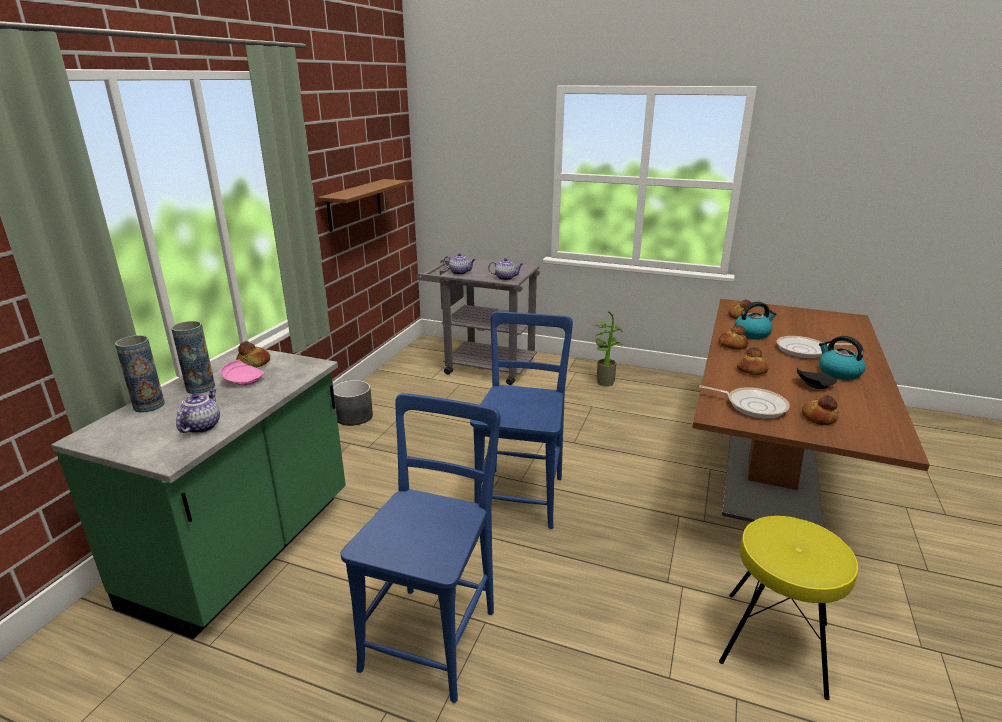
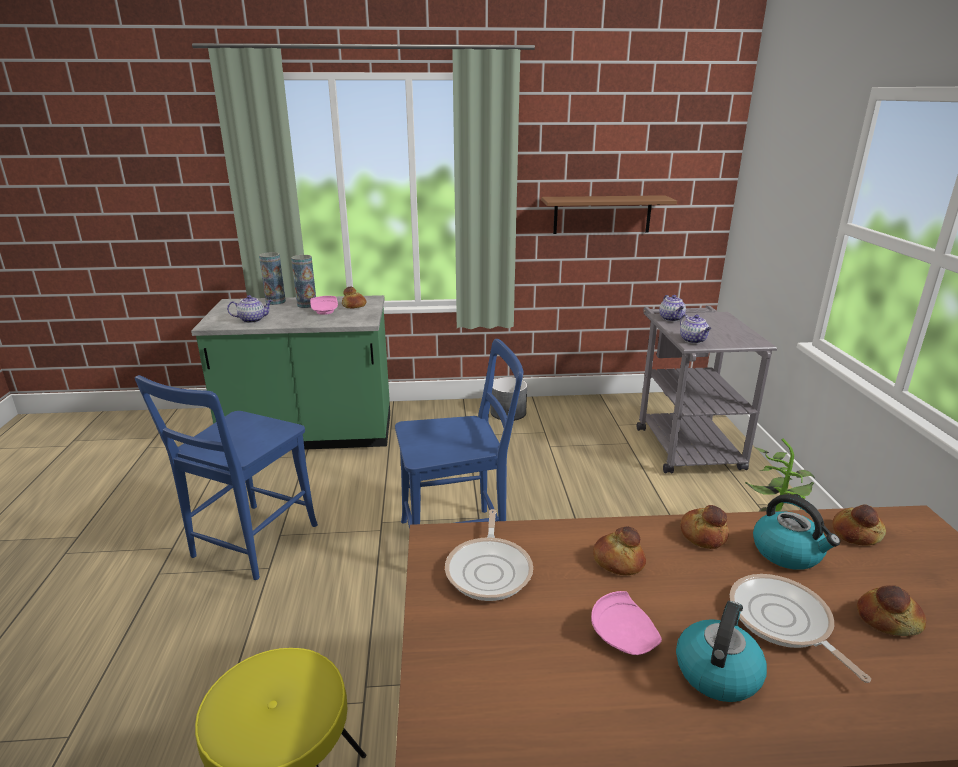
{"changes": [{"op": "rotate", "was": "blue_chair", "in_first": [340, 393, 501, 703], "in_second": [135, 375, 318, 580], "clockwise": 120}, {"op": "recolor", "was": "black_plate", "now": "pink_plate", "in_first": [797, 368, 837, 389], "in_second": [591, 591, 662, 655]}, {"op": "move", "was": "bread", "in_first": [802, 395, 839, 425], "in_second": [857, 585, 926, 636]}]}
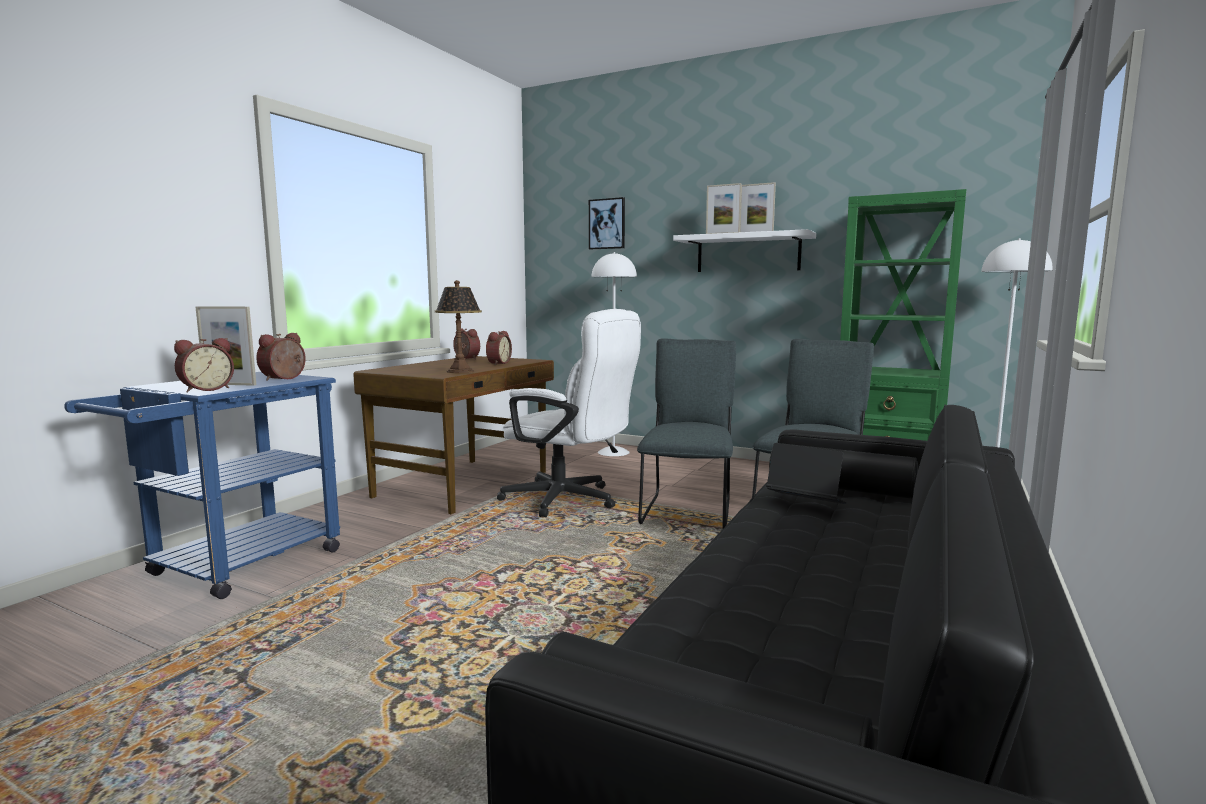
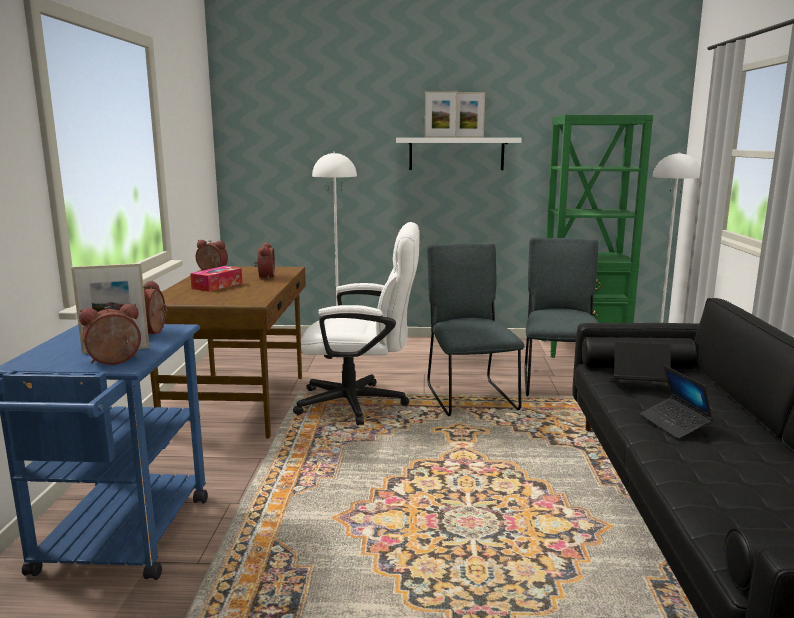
{"changes": [{"op": "rotate", "was": "alarm_clock", "in_first": [174, 338, 234, 393], "in_second": [79, 303, 141, 365], "clockwise": -135}, {"op": "insert", "now": "tissue_box", "in_second": [190, 266, 242, 292]}, {"op": "insert", "now": "laptop", "in_second": [639, 365, 713, 439]}, {"op": "delete", "was": "table_lamp", "in_first": [435, 280, 482, 373]}, {"op": "delete", "was": "picture", "in_first": [589, 197, 625, 249]}]}
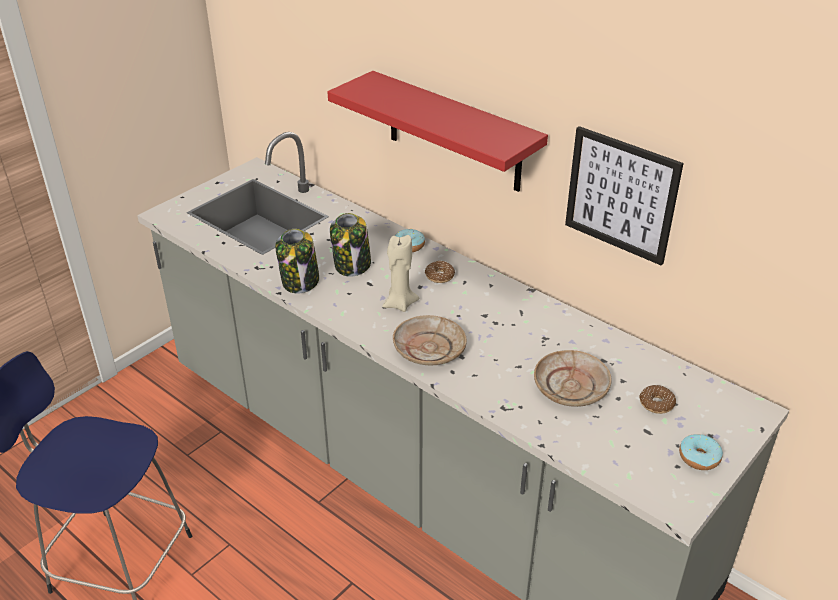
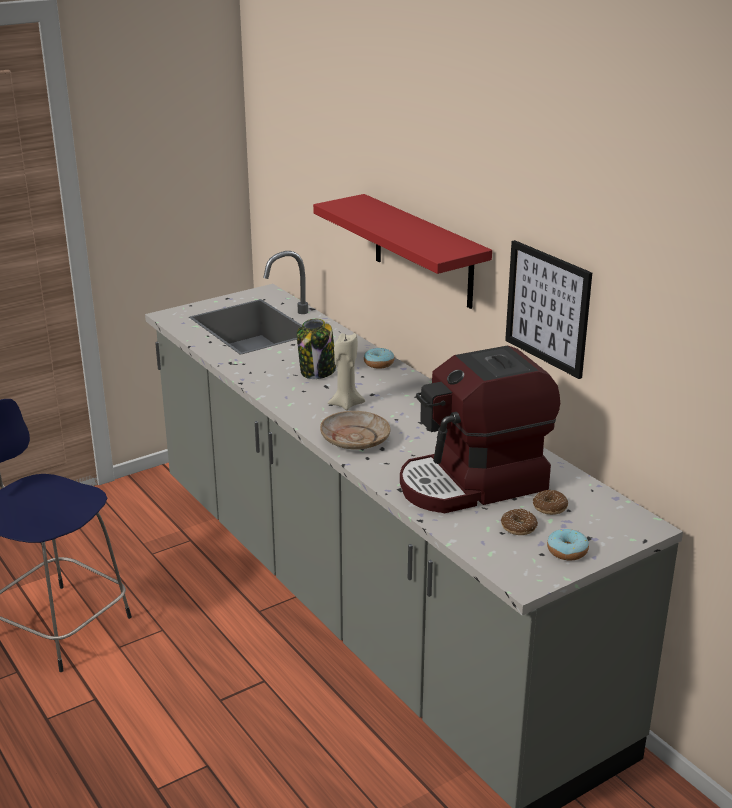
{"changes": [{"op": "replace", "was": "beige_plate", "now": "coffee_machine", "in_first": [534, 350, 611, 407], "in_second": [400, 346, 560, 513]}, {"op": "move", "was": "donut", "in_first": [425, 261, 455, 283], "in_second": [501, 509, 538, 535]}, {"op": "delete", "was": "jar", "in_first": [275, 229, 319, 294]}]}
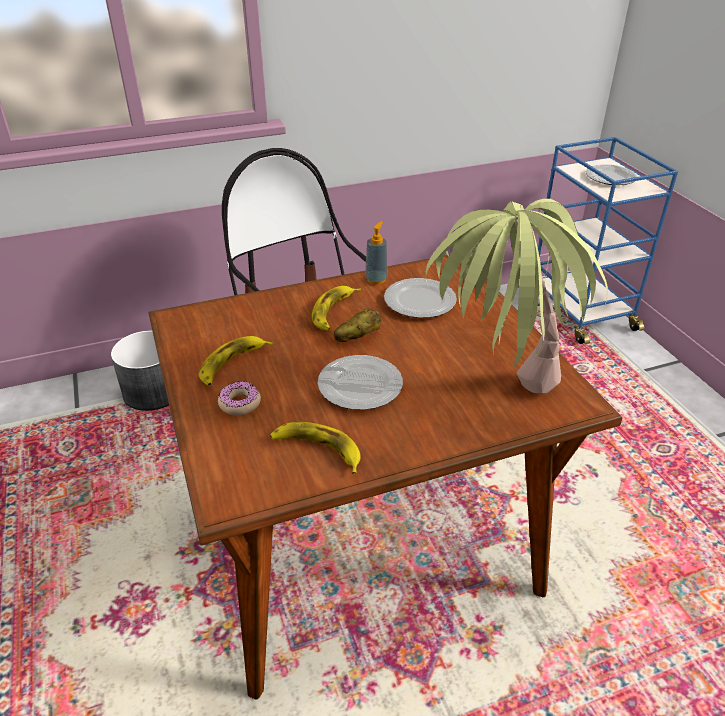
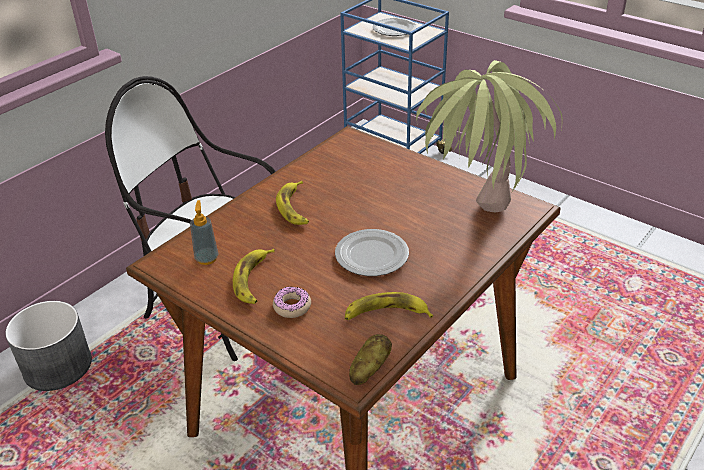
{"changes": [{"op": "move", "was": "soap_dispenser", "in_first": [365, 221, 388, 285], "in_second": [190, 200, 219, 265]}, {"op": "move", "was": "potato", "in_first": [334, 308, 382, 342], "in_second": [349, 334, 392, 385]}, {"op": "delete", "was": "plate", "in_first": [384, 278, 457, 318]}]}
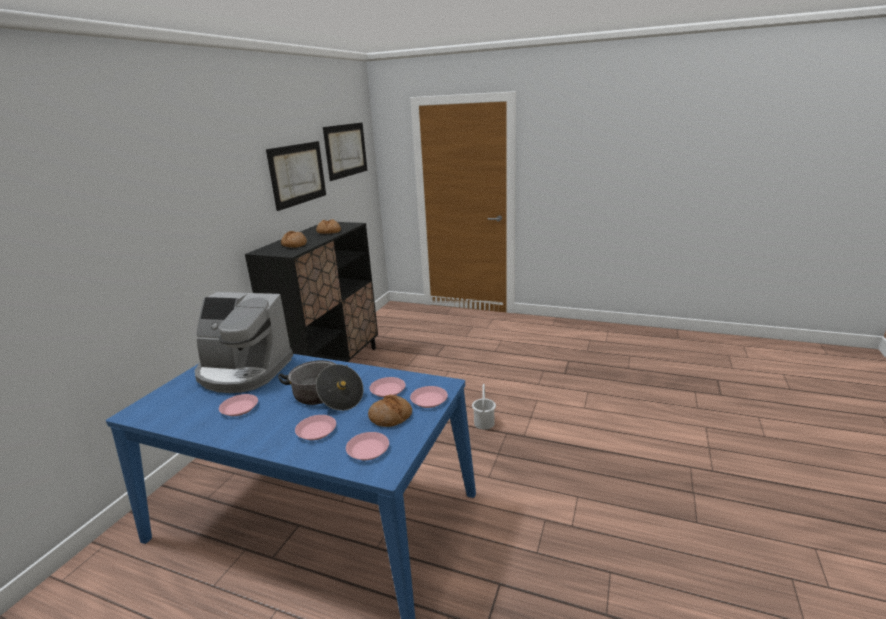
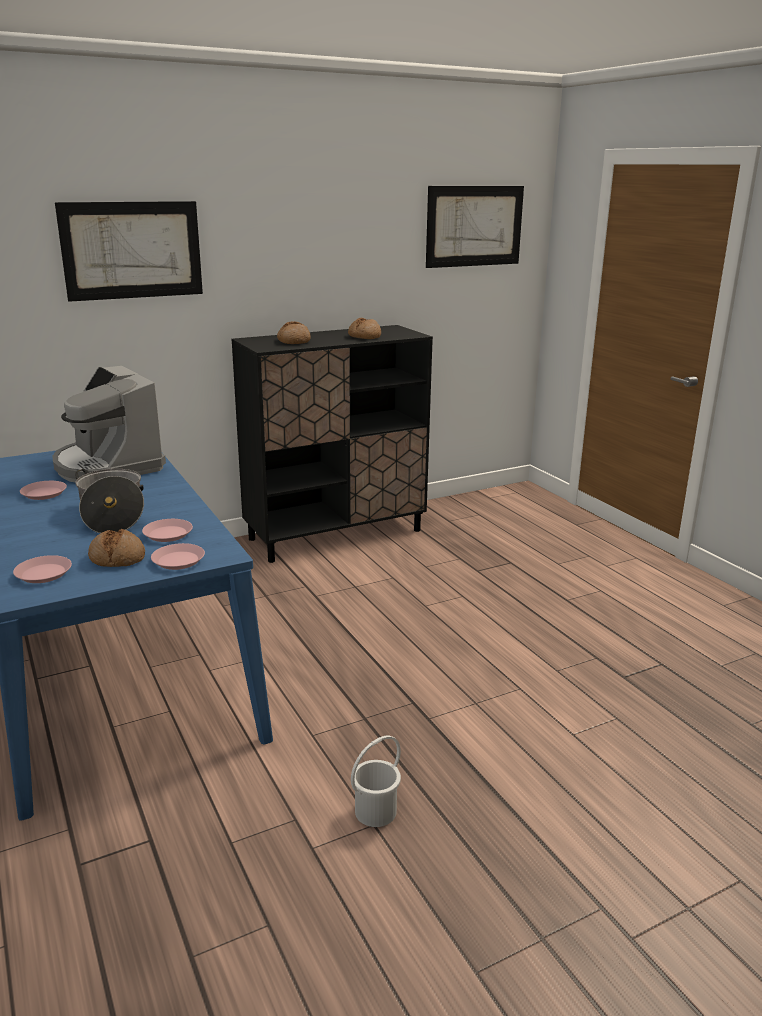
{"changes": [{"op": "move", "was": "picture", "in_first": [266, 141, 326, 211], "in_second": [55, 201, 203, 302]}, {"op": "move", "was": "white_bucket", "in_first": [472, 384, 496, 430], "in_second": [351, 736, 401, 827]}, {"op": "delete", "was": "pink_plate", "in_first": [295, 415, 336, 440]}]}
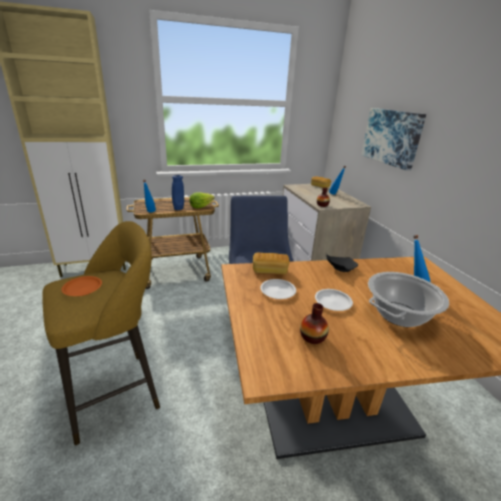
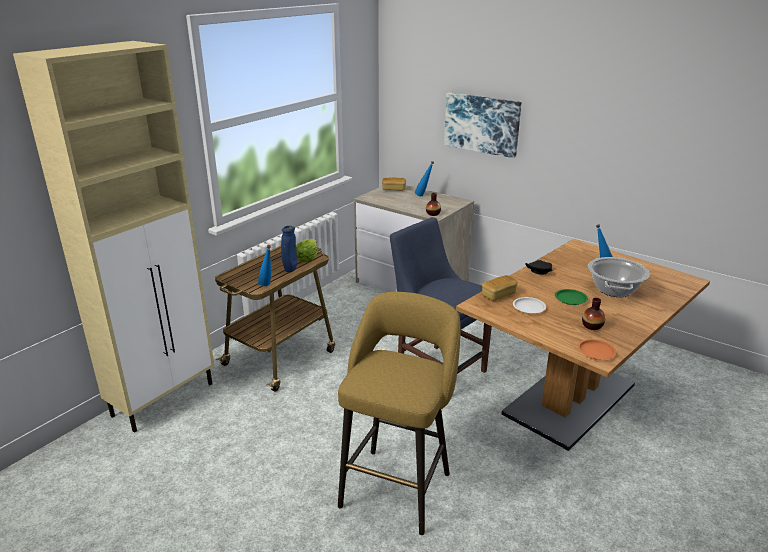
{"changes": [{"op": "recolor", "was": "white_plate", "now": "green_plate", "in_first": [315, 289, 353, 311], "in_second": [555, 289, 588, 305]}, {"op": "move", "was": "orange_plate", "in_first": [61, 276, 102, 296], "in_second": [578, 339, 616, 360]}]}
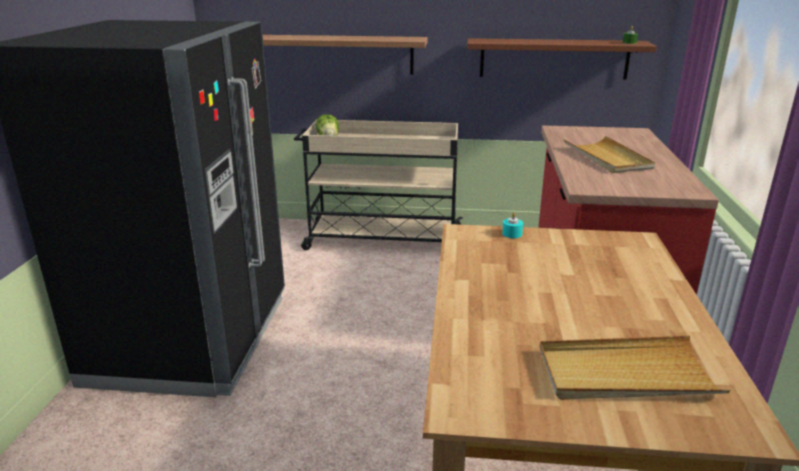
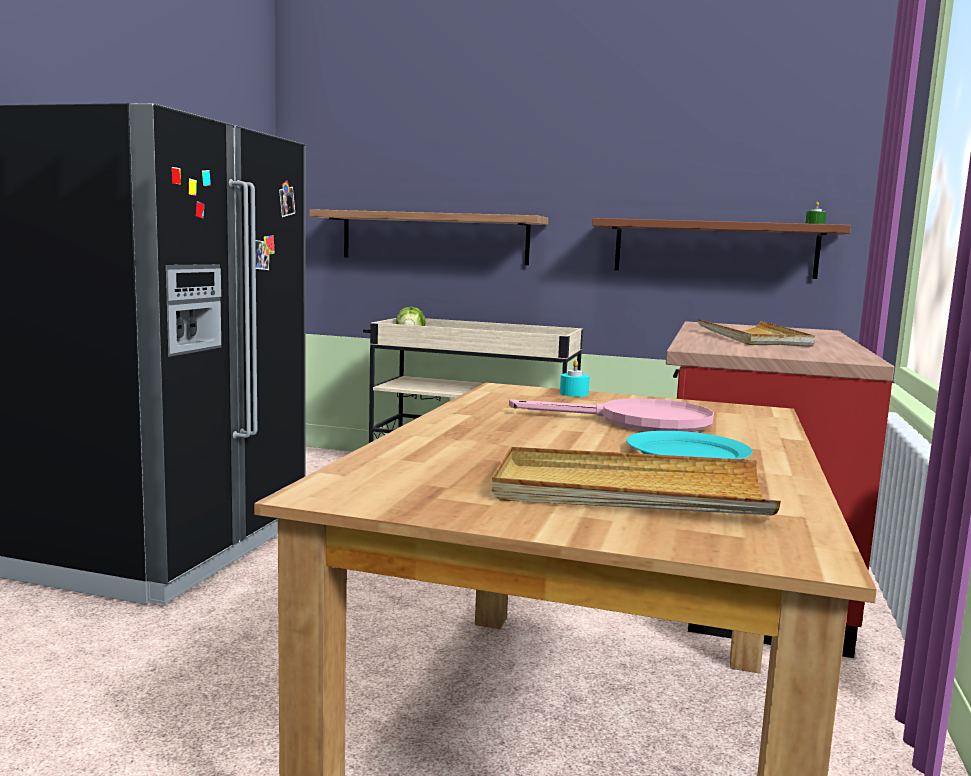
{"changes": [{"op": "insert", "now": "pink_frying_pan", "in_second": [509, 398, 714, 432]}, {"op": "insert", "now": "turquoise_plate", "in_second": [626, 431, 752, 459]}]}
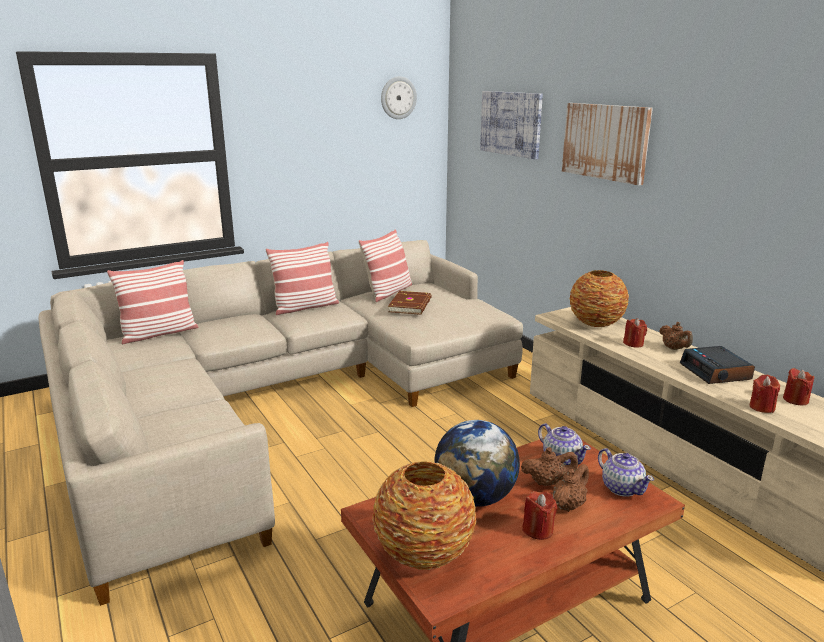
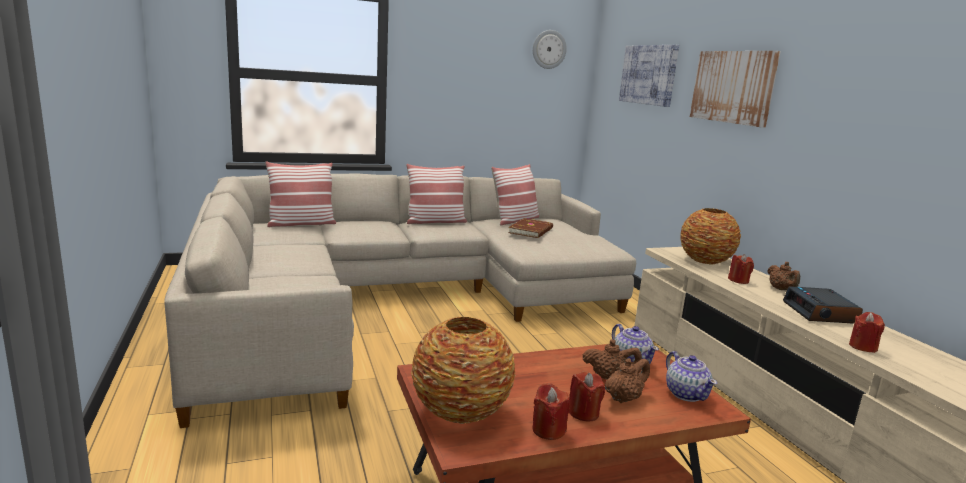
{"changes": [{"op": "move", "was": "red_candle", "in_first": [783, 368, 815, 405], "in_second": [532, 383, 570, 440]}, {"op": "delete", "was": "globe", "in_first": [434, 420, 520, 507]}]}
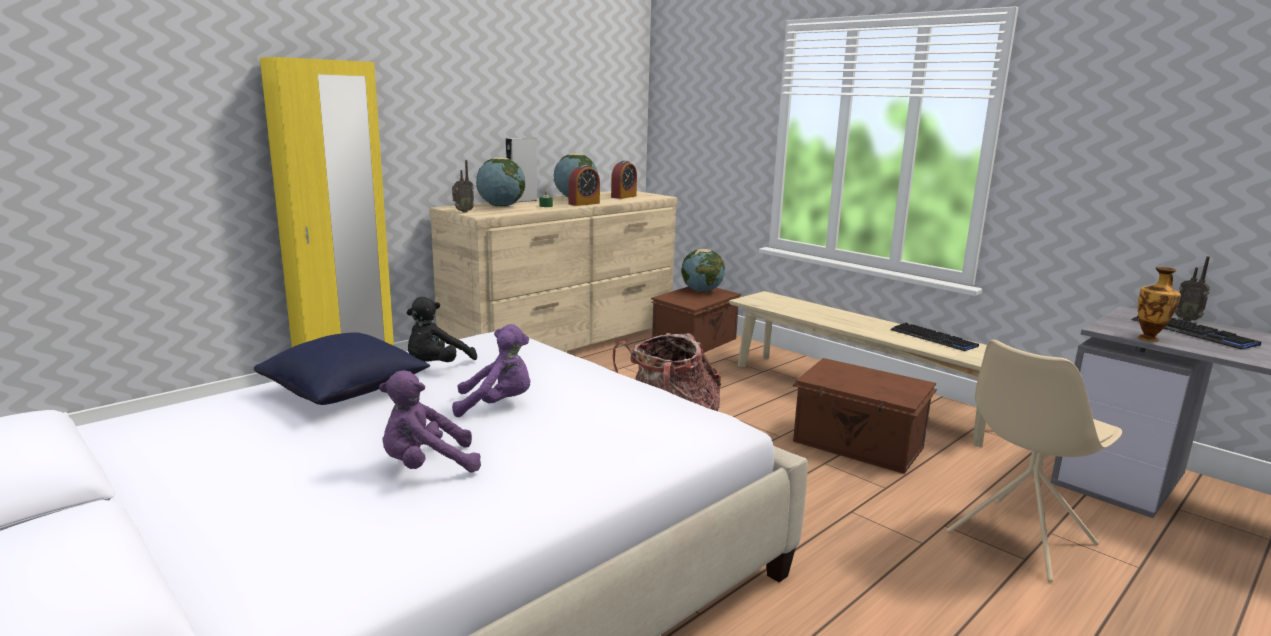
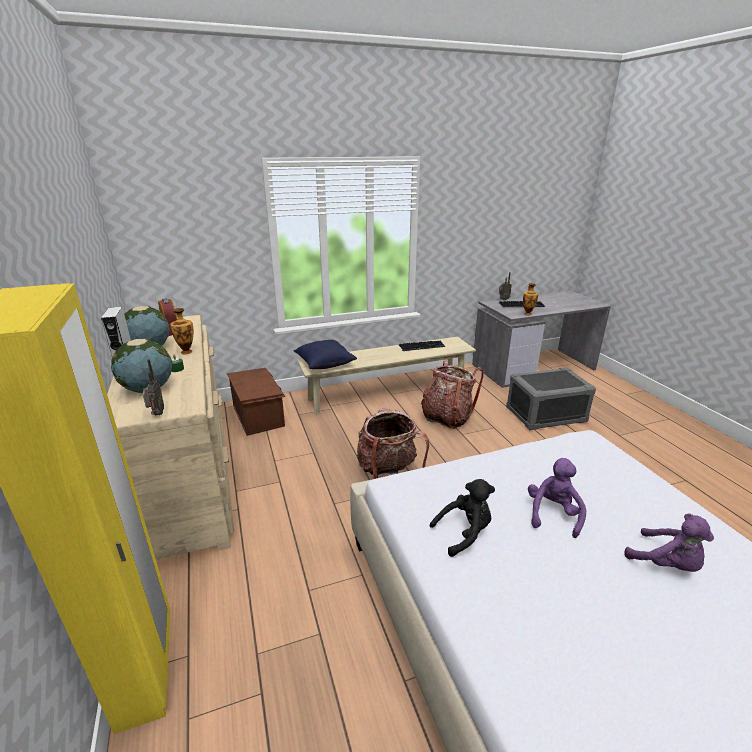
{"changes": [{"op": "replace", "was": "alarm_clock", "now": "vase", "in_first": [569, 165, 600, 206], "in_second": [170, 308, 193, 354]}, {"op": "move", "was": "blue_pillow", "in_first": [254, 332, 430, 405], "in_second": [293, 340, 357, 369]}, {"op": "replace", "was": "brown_storage_box", "now": "backpack", "in_first": [792, 358, 937, 474], "in_second": [421, 360, 484, 429]}, {"op": "rotate", "was": "black_plush_toy", "in_first": [407, 297, 477, 362], "in_second": [430, 479, 495, 557], "clockwise": -75}, {"op": "replace", "was": "beige_chair", "now": "grey_storage_box", "in_first": [946, 340, 1122, 582], "in_second": [506, 367, 596, 430]}, {"op": "rotate", "was": "purple_plush_toy", "in_first": [379, 370, 481, 472], "in_second": [624, 513, 714, 572], "clockwise": -45}, {"op": "delete", "was": "globe", "in_first": [681, 249, 725, 292]}]}
